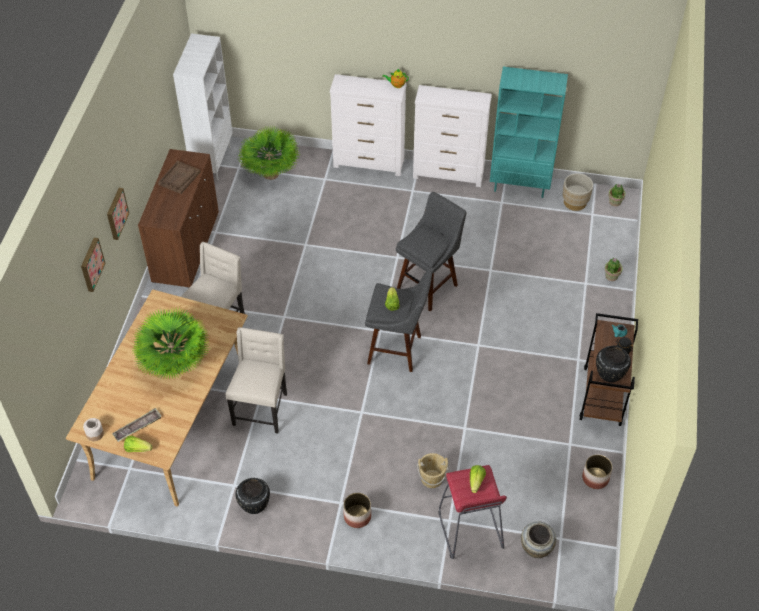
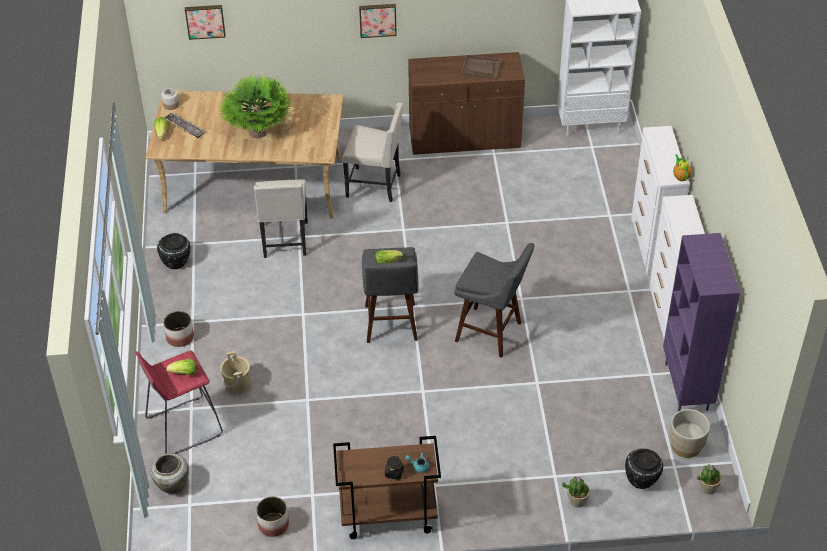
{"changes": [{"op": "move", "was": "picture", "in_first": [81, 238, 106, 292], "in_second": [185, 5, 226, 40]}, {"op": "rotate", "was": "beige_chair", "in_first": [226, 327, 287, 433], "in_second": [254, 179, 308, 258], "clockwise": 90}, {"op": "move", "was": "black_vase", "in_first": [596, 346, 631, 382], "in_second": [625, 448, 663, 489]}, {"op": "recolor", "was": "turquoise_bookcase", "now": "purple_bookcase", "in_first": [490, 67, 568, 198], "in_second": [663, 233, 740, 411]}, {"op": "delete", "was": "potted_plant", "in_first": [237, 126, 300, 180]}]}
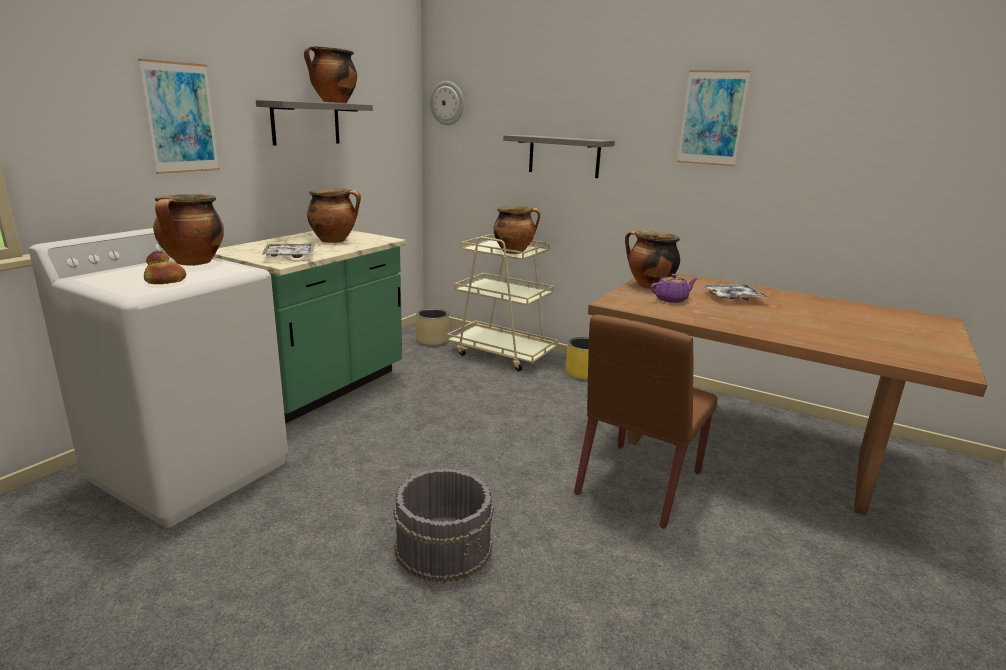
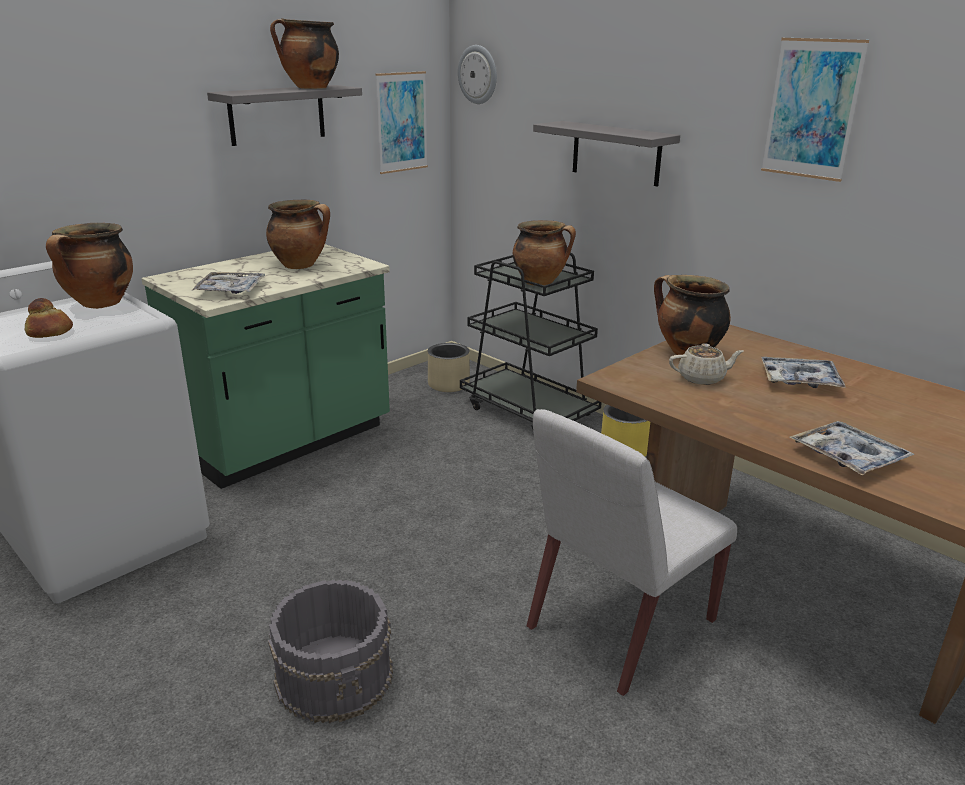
{"changes": [{"op": "move", "was": "picture", "in_first": [138, 59, 220, 174], "in_second": [376, 71, 428, 174]}, {"op": "recolor", "was": "beige_cart", "now": "black_cart", "in_first": [447, 234, 558, 371], "in_second": [460, 252, 602, 429]}, {"op": "recolor", "was": "brown_chair", "now": "white_chair", "in_first": [574, 315, 718, 528], "in_second": [527, 409, 737, 696]}, {"op": "recolor", "was": "purple_teapot", "now": "beige_teapot", "in_first": [651, 274, 698, 303], "in_second": [669, 343, 744, 385]}, {"op": "insert", "now": "tray", "in_second": [790, 421, 915, 475]}]}
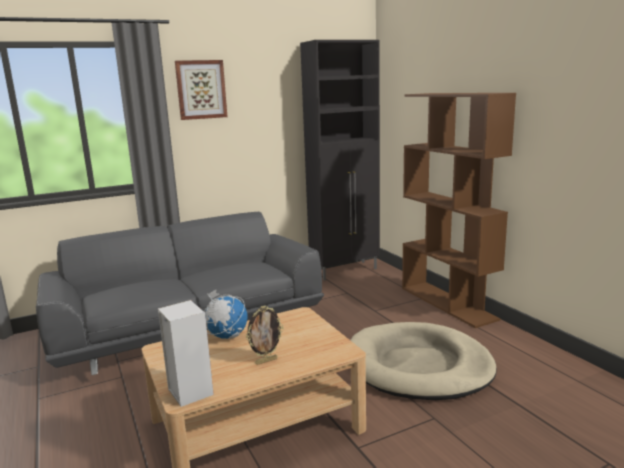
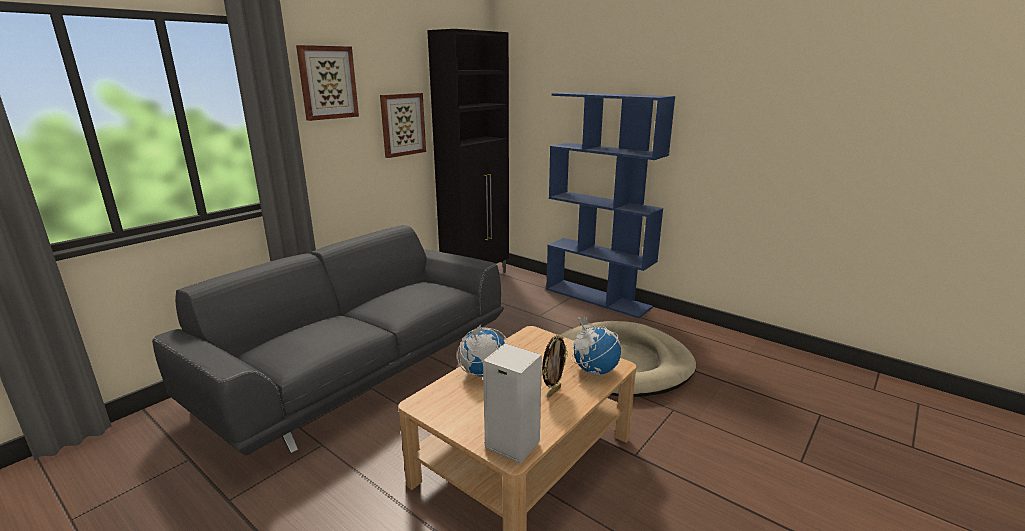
{"changes": [{"op": "insert", "now": "picture", "in_second": [380, 93, 426, 158]}, {"op": "recolor", "was": "brown_bookcase", "now": "blue_bookcase", "in_first": [402, 93, 516, 328], "in_second": [546, 92, 675, 318]}, {"op": "insert", "now": "globe", "in_second": [571, 317, 621, 376]}]}
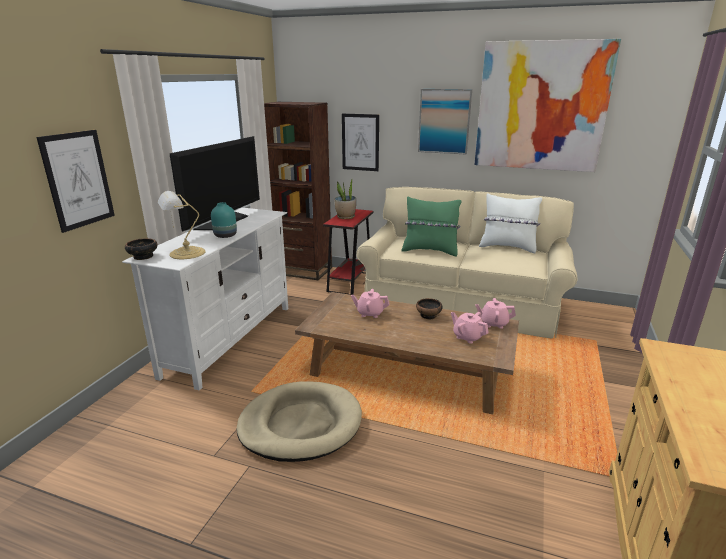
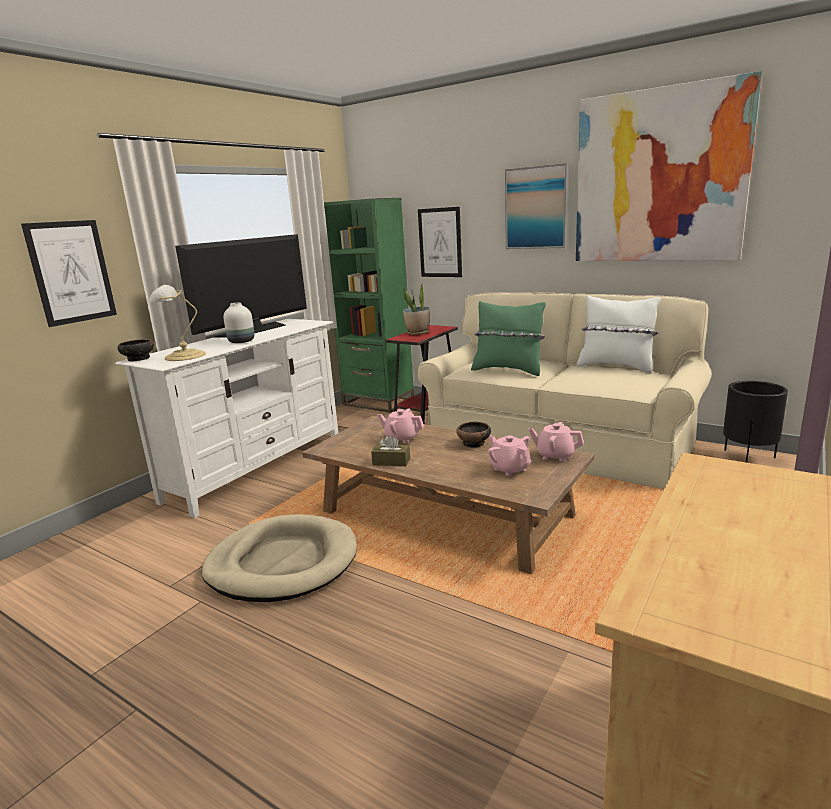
{"changes": [{"op": "recolor", "was": "turquoise_vase", "now": "white_vase", "in_first": [211, 202, 237, 238], "in_second": [224, 303, 254, 343]}, {"op": "recolor", "was": "brown_bookcase", "now": "green_bookcase", "in_first": [264, 102, 332, 280], "in_second": [324, 198, 414, 413]}, {"op": "insert", "now": "brown_tissue_box", "in_second": [371, 435, 410, 466]}, {"op": "insert", "now": "black_planter", "in_second": [723, 381, 788, 463]}]}
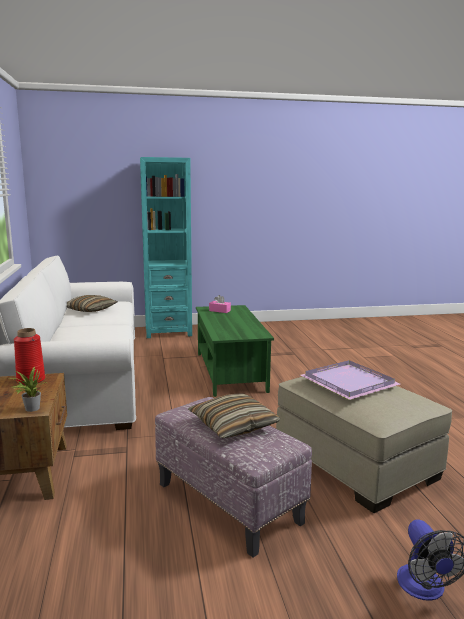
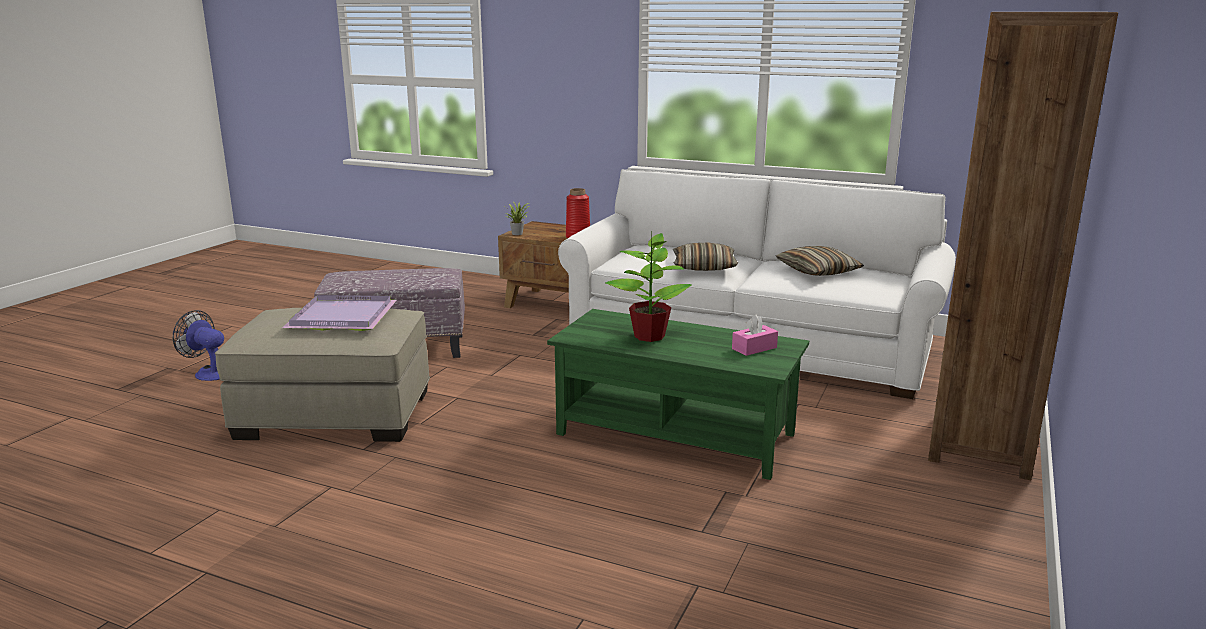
{"changes": [{"op": "insert", "now": "potted_plant", "in_second": [606, 233, 692, 342]}, {"op": "move", "was": "pillow", "in_first": [188, 394, 280, 439], "in_second": [673, 243, 738, 271]}, {"op": "recolor", "was": "turquoise_bookcase", "now": "brown_bookcase", "in_first": [140, 157, 192, 338], "in_second": [928, 12, 1118, 480]}]}
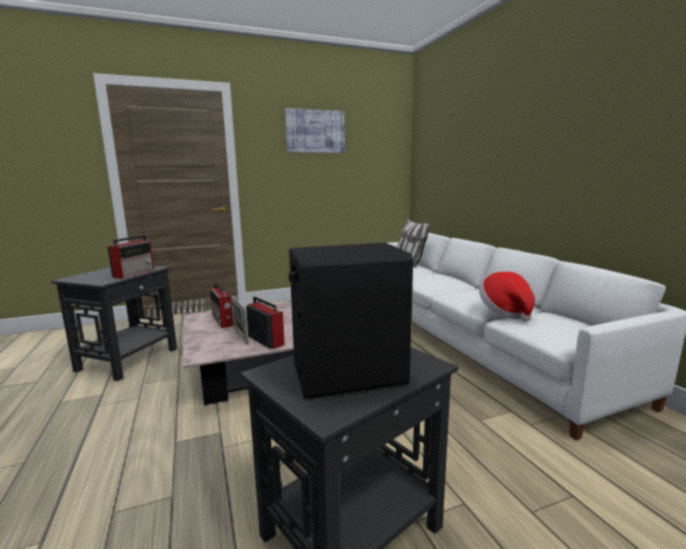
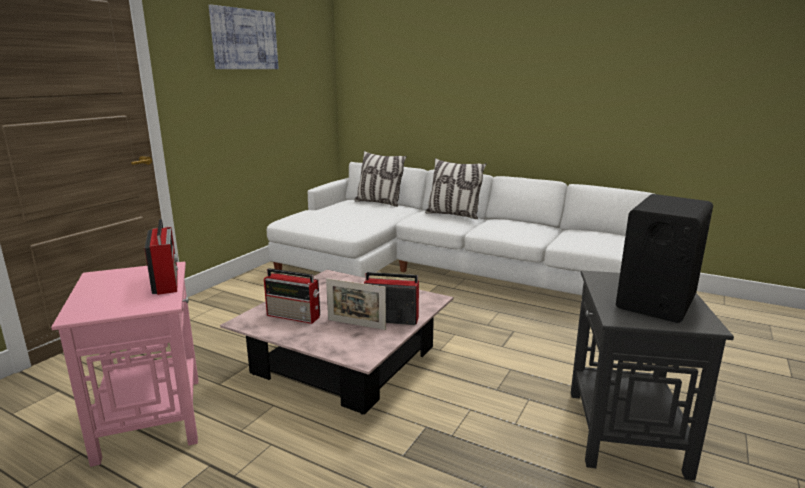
{"changes": [{"op": "recolor", "was": "black_side_table", "now": "pink_side_table", "in_first": [51, 266, 177, 381], "in_second": [51, 262, 198, 467]}, {"op": "insert", "now": "pillow", "in_second": [425, 158, 486, 219]}, {"op": "delete", "was": "hat", "in_first": [479, 272, 535, 321]}]}
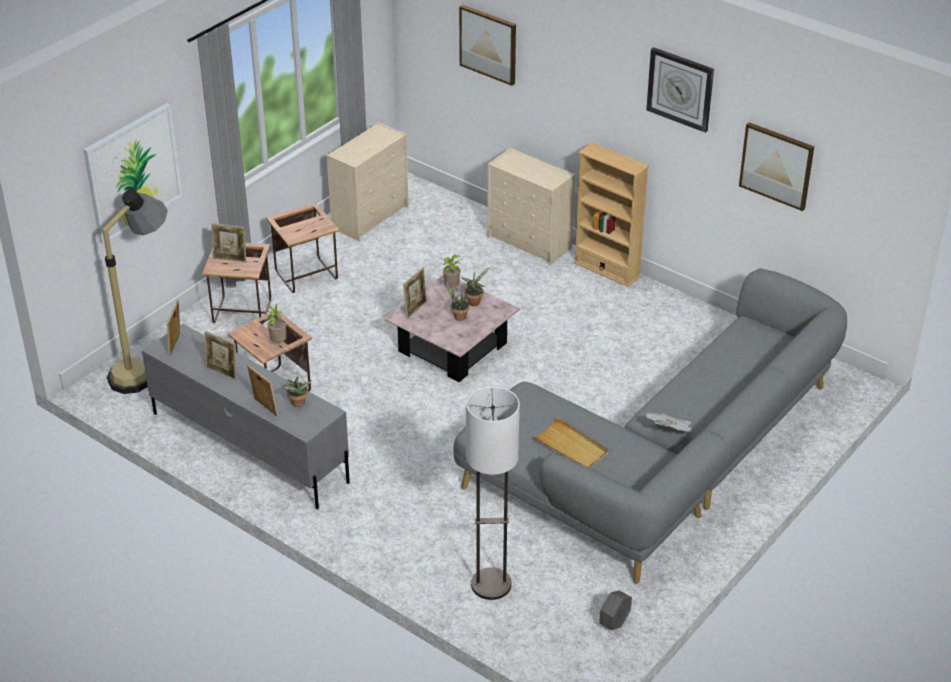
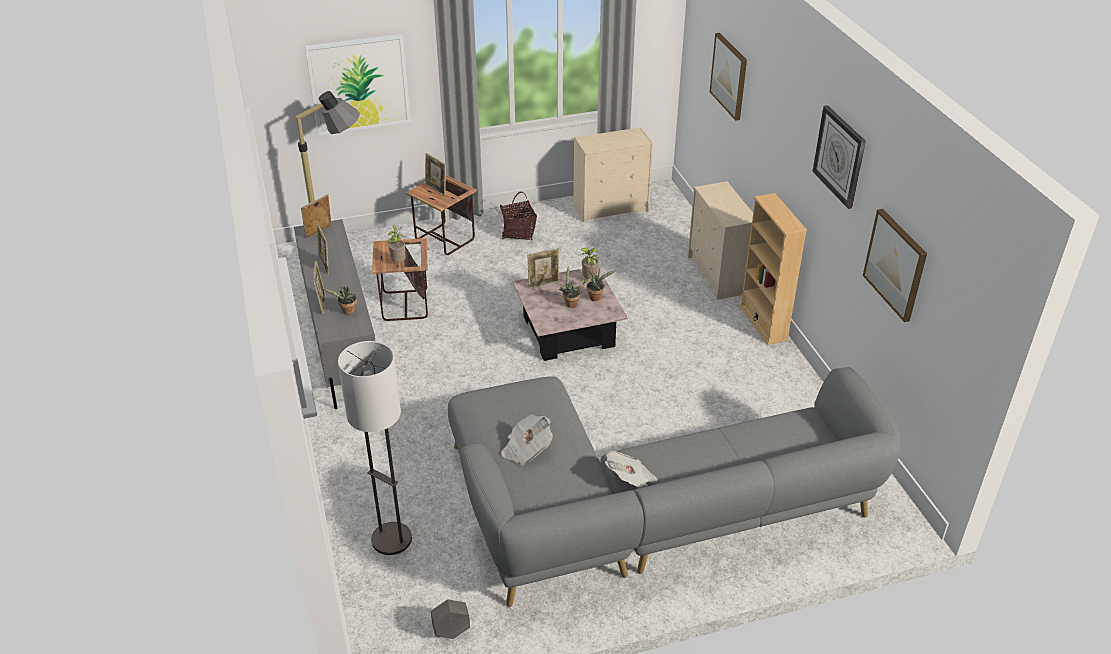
{"changes": [{"op": "replace", "was": "side_table", "now": "basket", "in_first": [266, 203, 339, 293], "in_second": [500, 192, 537, 241]}, {"op": "replace", "was": "beige_tray", "now": "newspaper", "in_first": [532, 417, 609, 468], "in_second": [501, 414, 553, 465]}]}
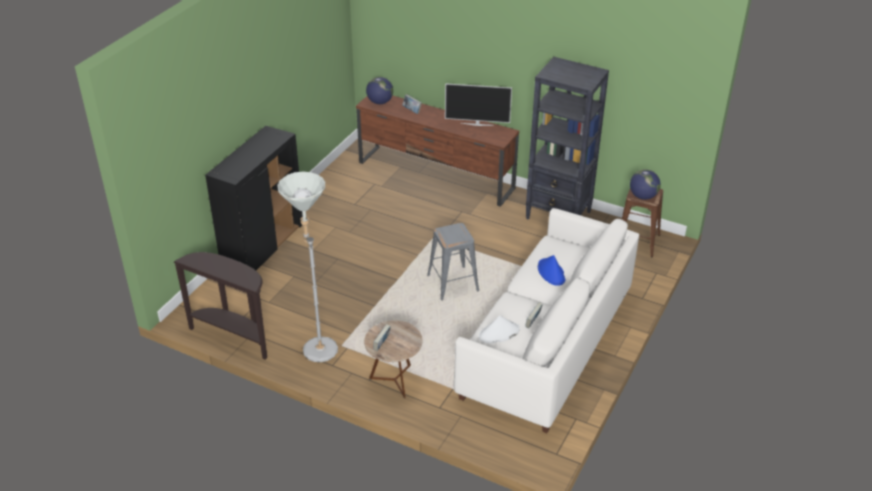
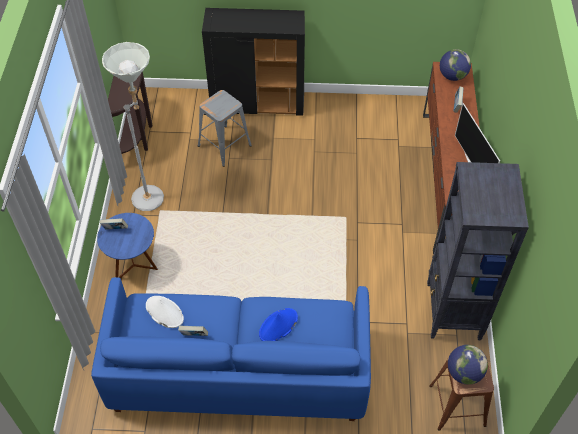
{"changes": [{"op": "recolor", "was": "white_sofa", "now": "blue_sofa", "in_first": [454, 208, 639, 433], "in_second": [91, 277, 371, 421]}, {"op": "recolor", "was": "brown_side_table", "now": "blue_side_table", "in_first": [364, 320, 423, 398], "in_second": [97, 213, 158, 278]}, {"op": "move", "was": "grey_stool", "in_first": [427, 223, 479, 300], "in_second": [198, 90, 252, 167]}]}
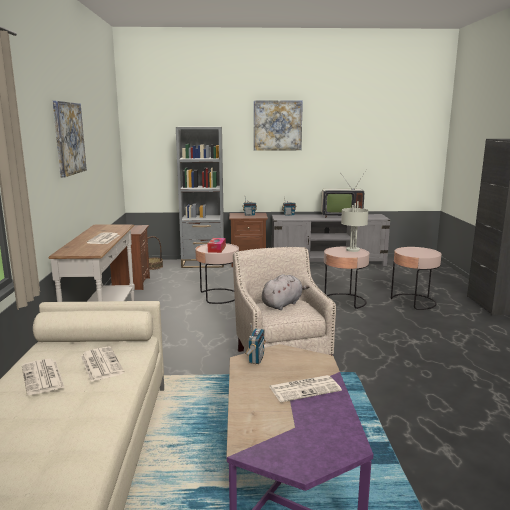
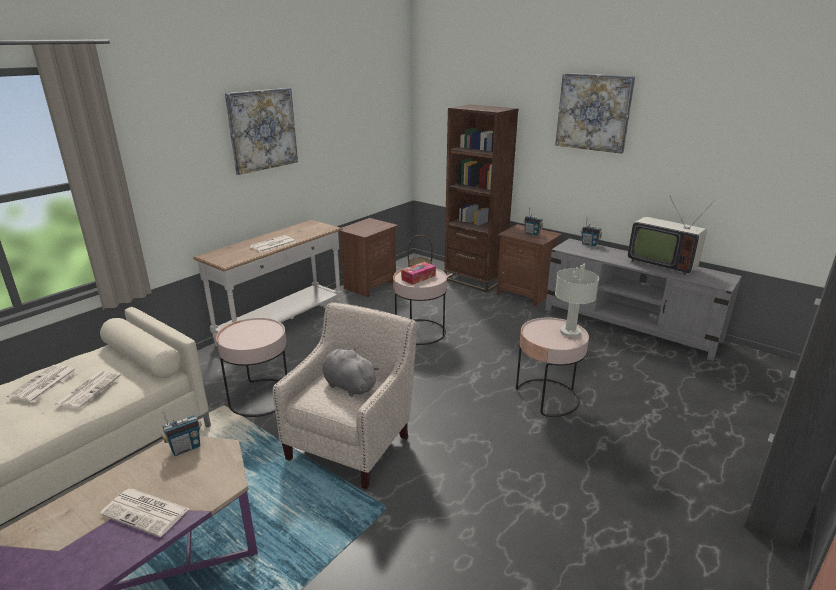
{"changes": [{"op": "move", "was": "pink_side_table", "in_first": [391, 247, 442, 310], "in_second": [216, 318, 287, 417]}, {"op": "rotate", "was": "grey_plush_toy", "in_first": [262, 274, 309, 310], "in_second": [322, 348, 379, 397], "clockwise": -135}, {"op": "recolor", "was": "grey_bookcase", "now": "brown_bookcase", "in_first": [176, 127, 224, 268], "in_second": [444, 105, 519, 292]}]}
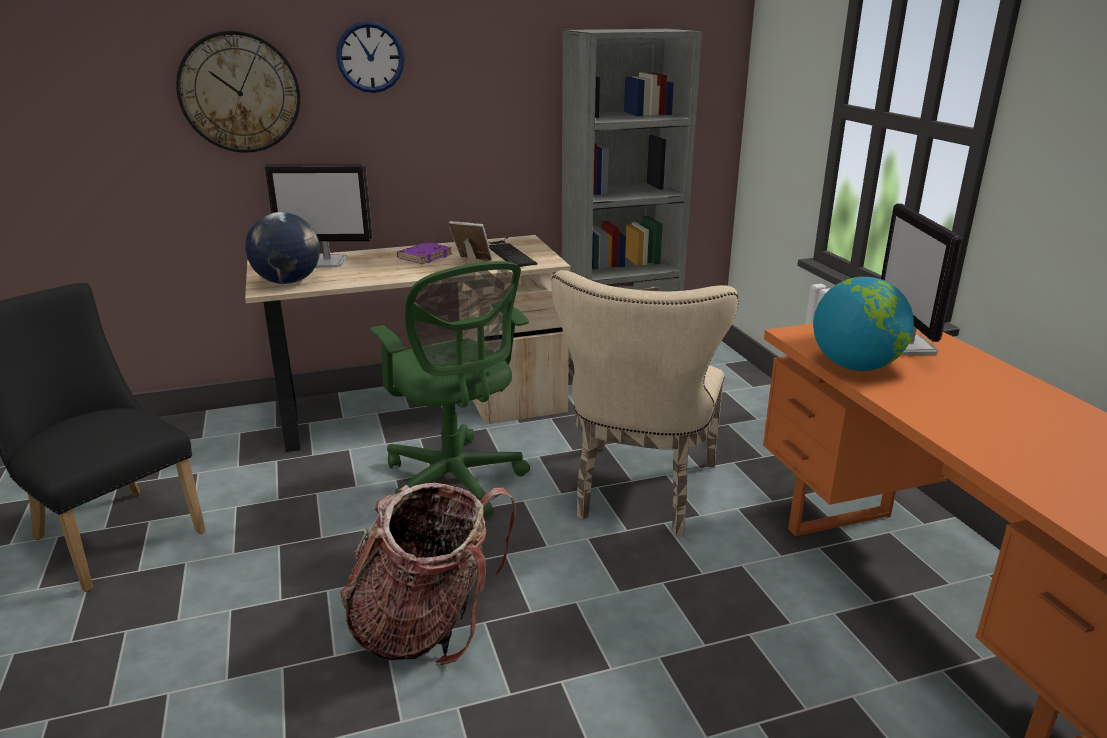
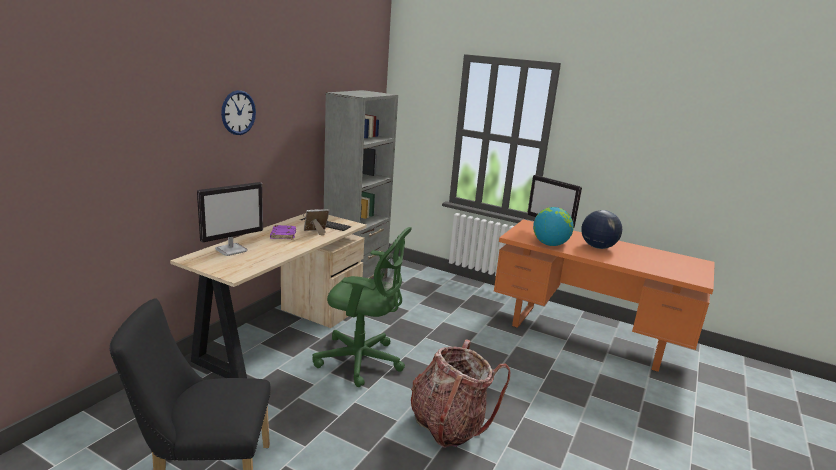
{"changes": [{"op": "move", "was": "globe", "in_first": [245, 212, 320, 284], "in_second": [581, 210, 622, 249]}, {"op": "delete", "was": "wall_clock", "in_first": [176, 31, 300, 153]}, {"op": "delete", "was": "beige_chair", "in_first": [551, 270, 739, 536]}]}
